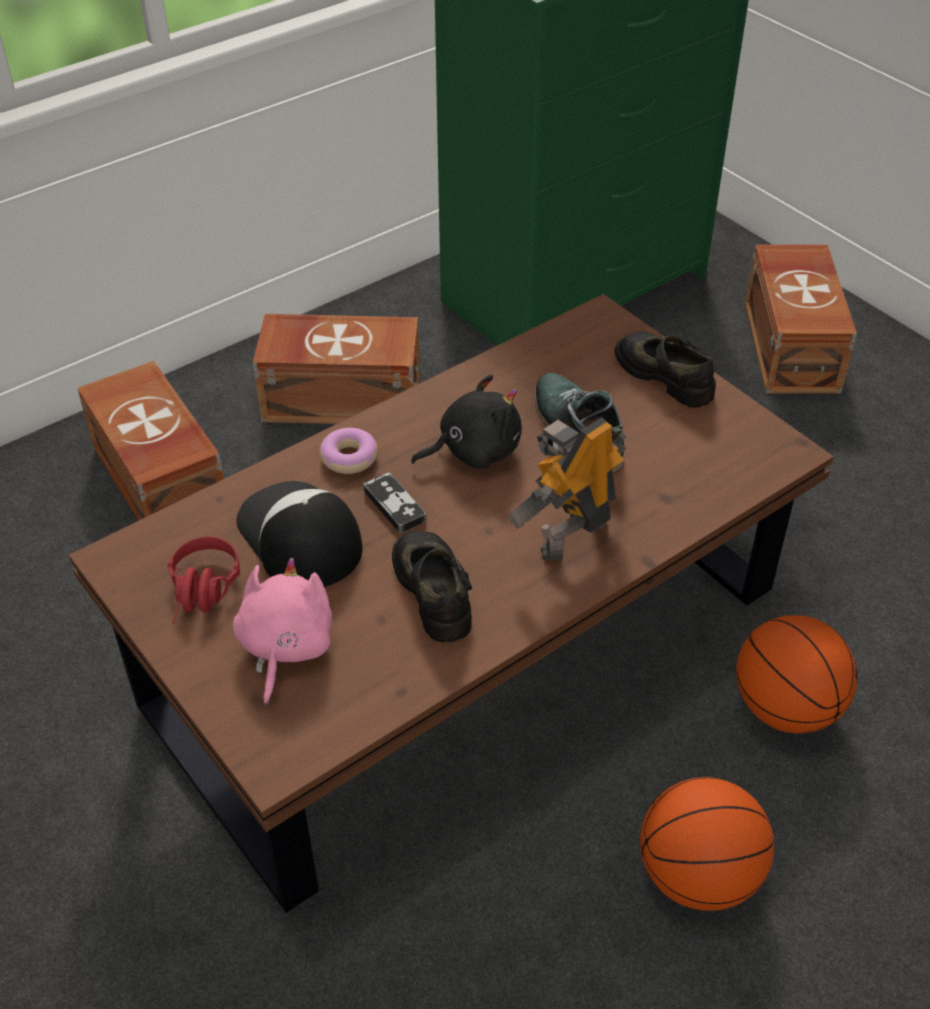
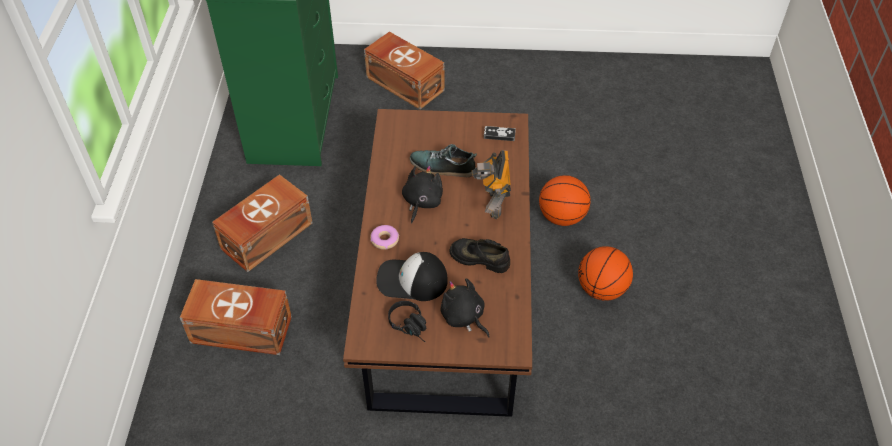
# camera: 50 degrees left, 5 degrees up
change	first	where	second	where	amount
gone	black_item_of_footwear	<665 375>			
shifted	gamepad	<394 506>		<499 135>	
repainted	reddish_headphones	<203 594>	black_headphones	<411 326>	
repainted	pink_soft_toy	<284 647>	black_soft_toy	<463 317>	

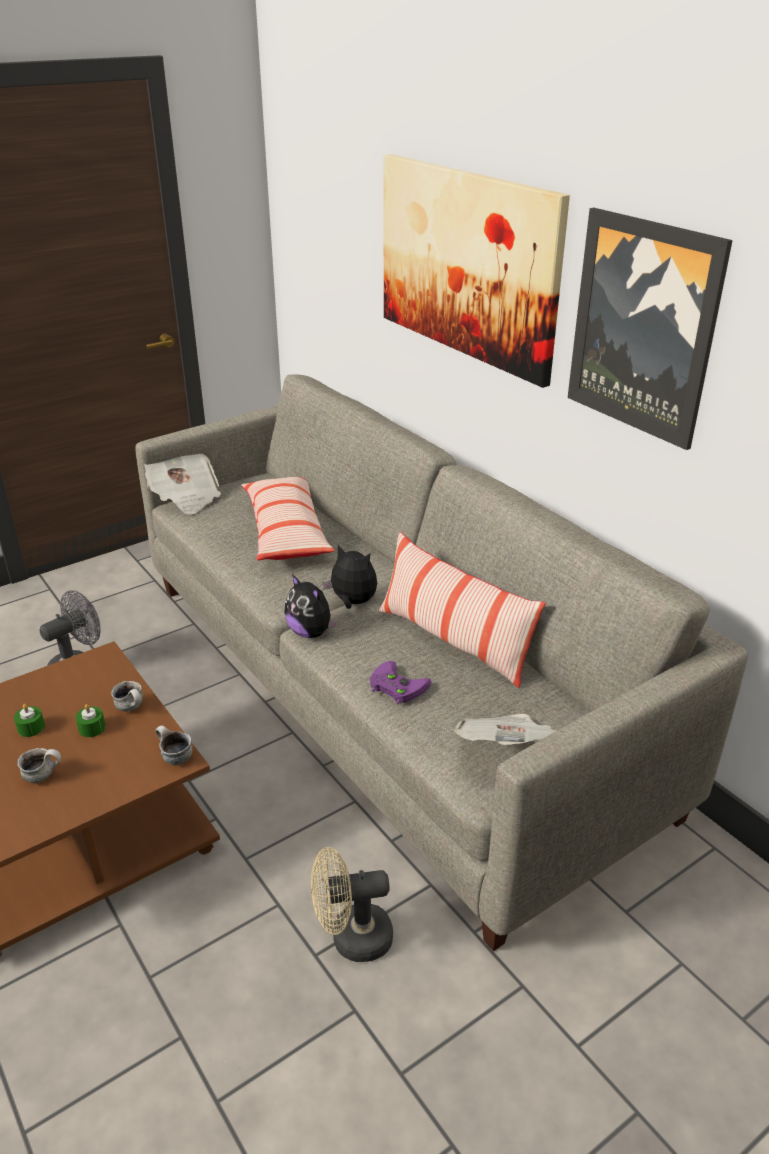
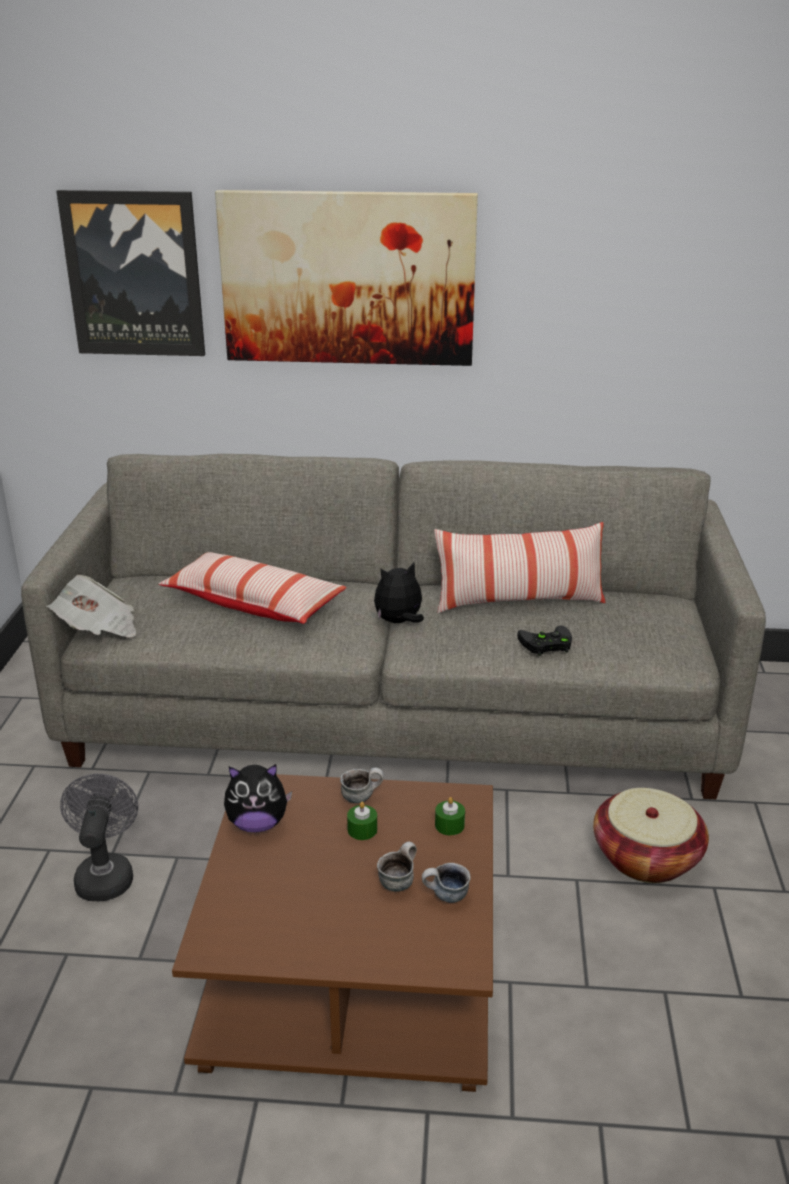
# camera: 50 degrees left, 5 degrees down
change	first	where	second	where	amount
gone	newspaper	<505 750>			
shifted	green_wax_light	<31 727>		<449 825>	
shifted	coffee_mug	<174 757>		<445 897>	
shifted	soft_toy	<311 632>		<257 824>	
shifted	picture	<644 327>		<134 274>	
swapped	sand-coloured_cooling_fan	<351 938>	household_basket	<646 857>	
repainted	purple-coloured_gamepad	<395 686>	black_gamepad	<545 644>	

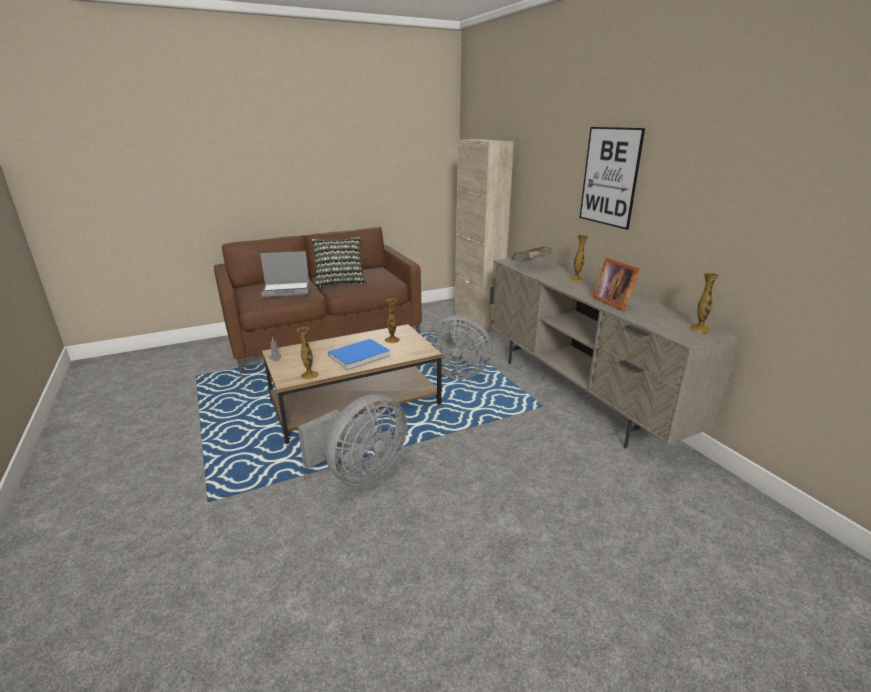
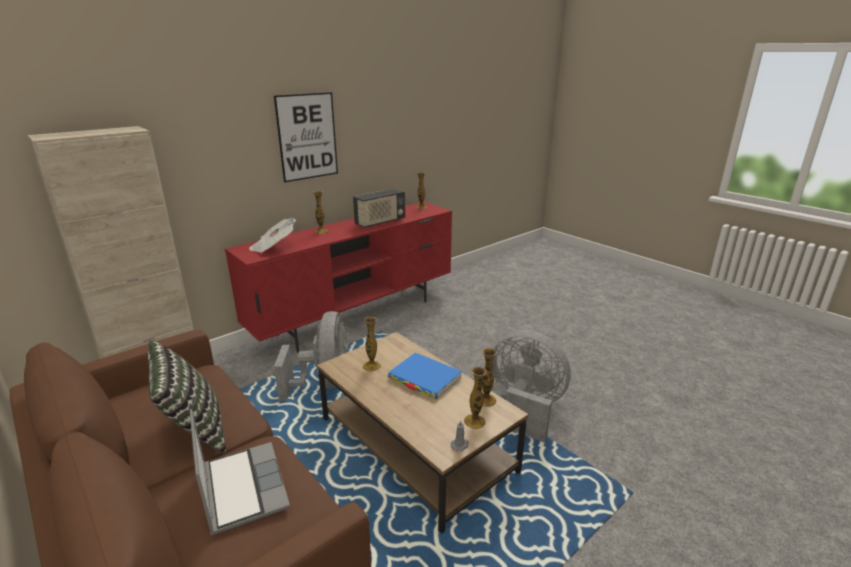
# camera: 105 degrees left, 0 degrees up
change	first	where	second	where	amount
new			decorative_vase	<474 421>	
swapped	standing_frame	<613 302>	radio_receiver	<380 222>	
repainted	sand-coloured_media_console	<578 395>	reddish_media_console	<357 317>	

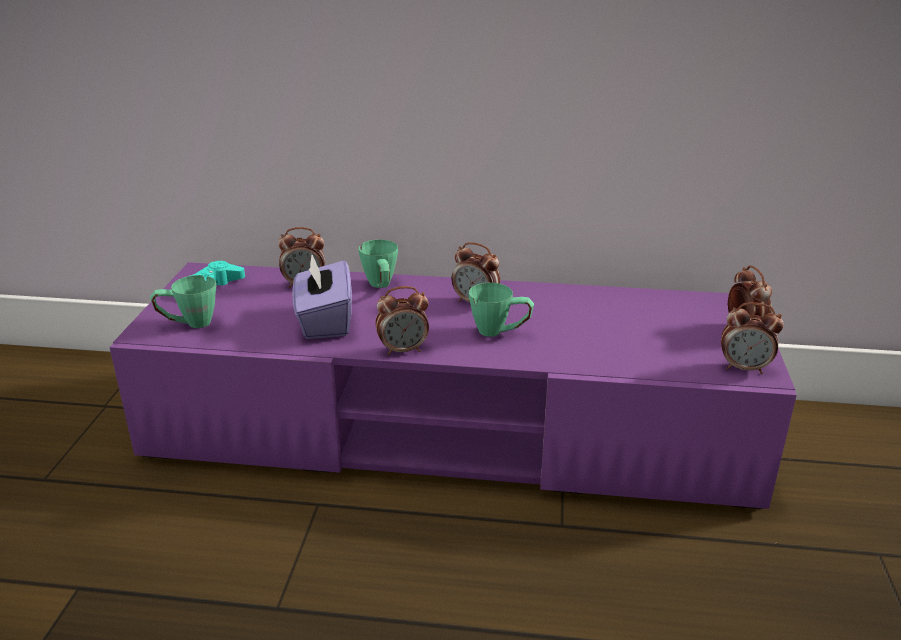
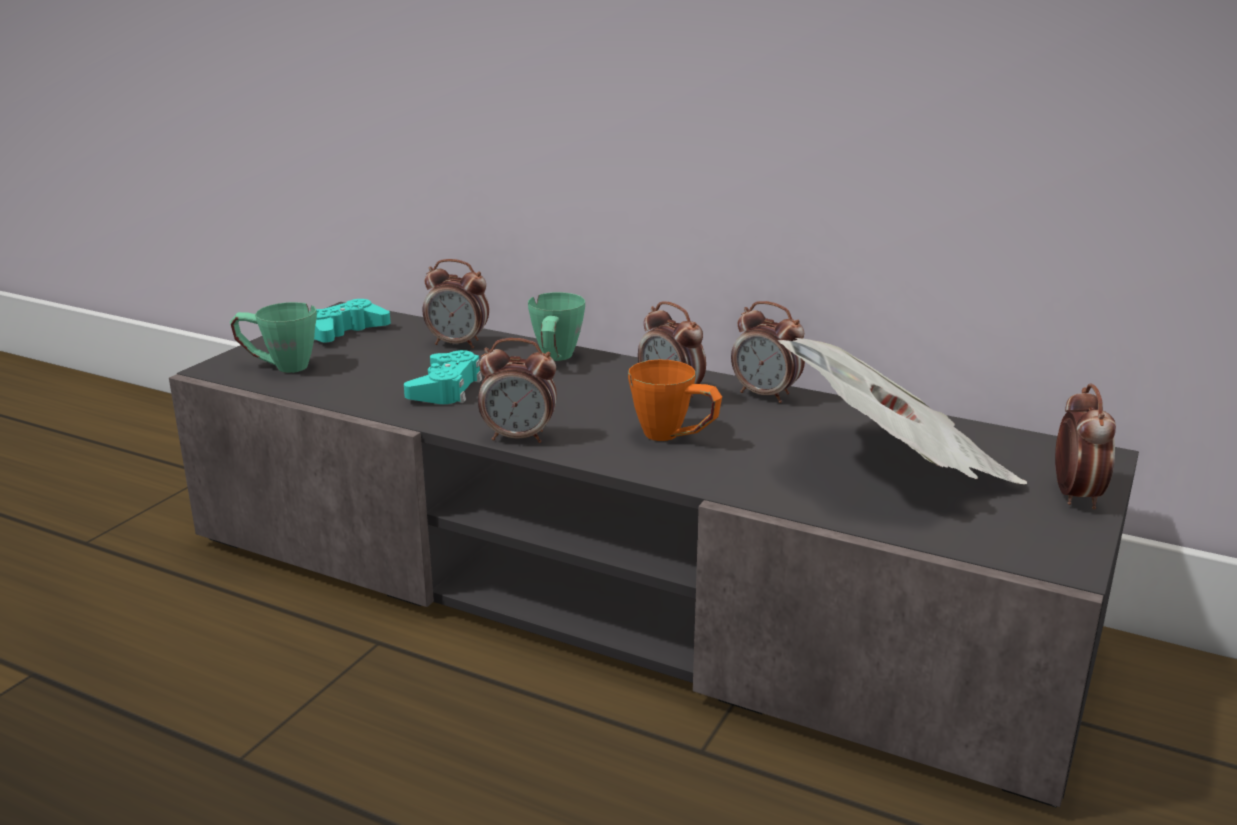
# camera: 20 degrees right, 5 degrees down
change	first	where	second	where	amount
new			newspaper	<897 469>	
shifted	table_clock	<744 368>		<766 395>	
swapped	purple-coloured_tissue_box	<324 321>	blue-green_gamepad	<446 388>	
repainted	purple-coloured_media_console	<450 431>	greyish_media_console	<618 588>	
repainted	green_coffee_mug	<500 332>	orangey_coffee_mug	<675 437>	

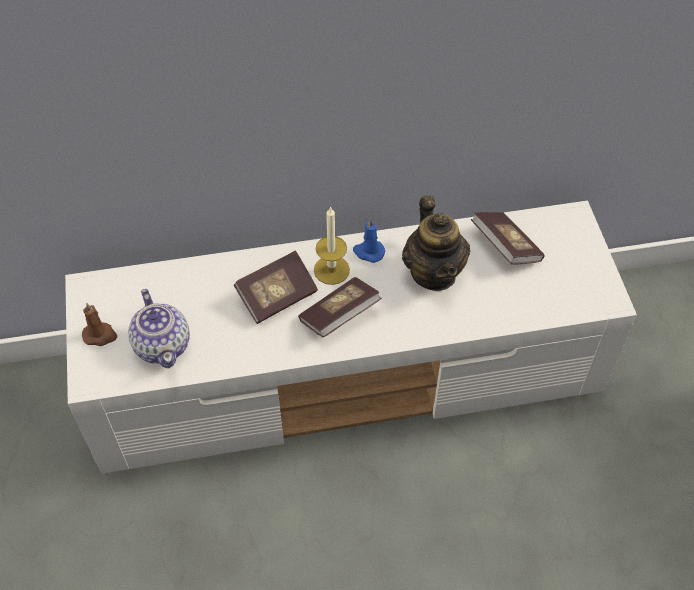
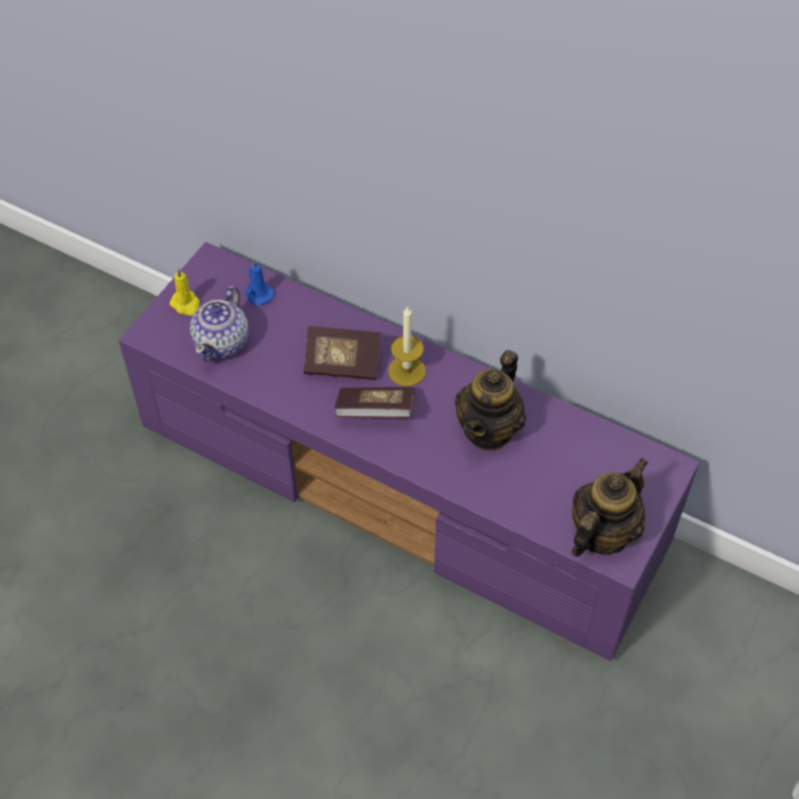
# camera: 40 degrees right, 0 degrees up
change	first	where	second	where	amount
gone	book	<505 247>			
new			teapot	<601 533>	
shifted	blue-coloured_wax_light	<368 252>		<258 293>	
repainted	white_media_console	<349 375>	purple-coloured_media_console	<403 488>	
repainted	brown_wax_light	<100 335>	yellow-coloured_wax_light	<186 304>	

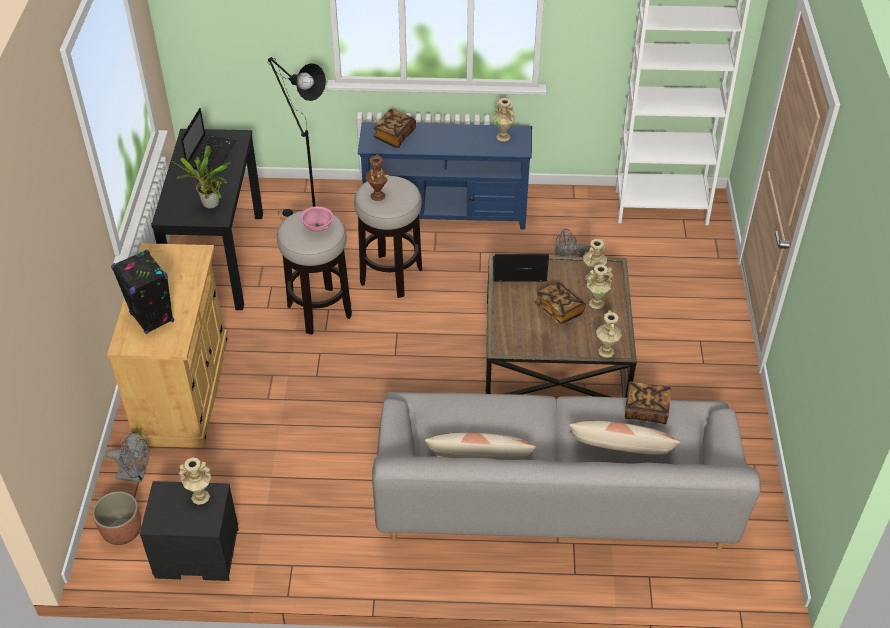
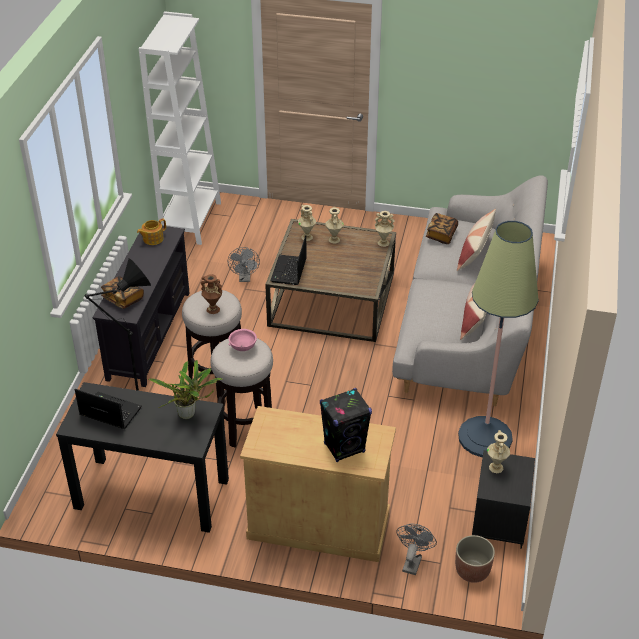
# camera: 80 degrees left, 5 degrees down
change	first	where	second	where	amount
gone	book	<559 310>			
new			standing_lamp	<485 437>	
swapped	sand-coloured_decorative_vase	<503 136>	teapot	<152 239>	
repainted	blue-coloured_media_console	<446 212>	black_media_console	<148 335>	

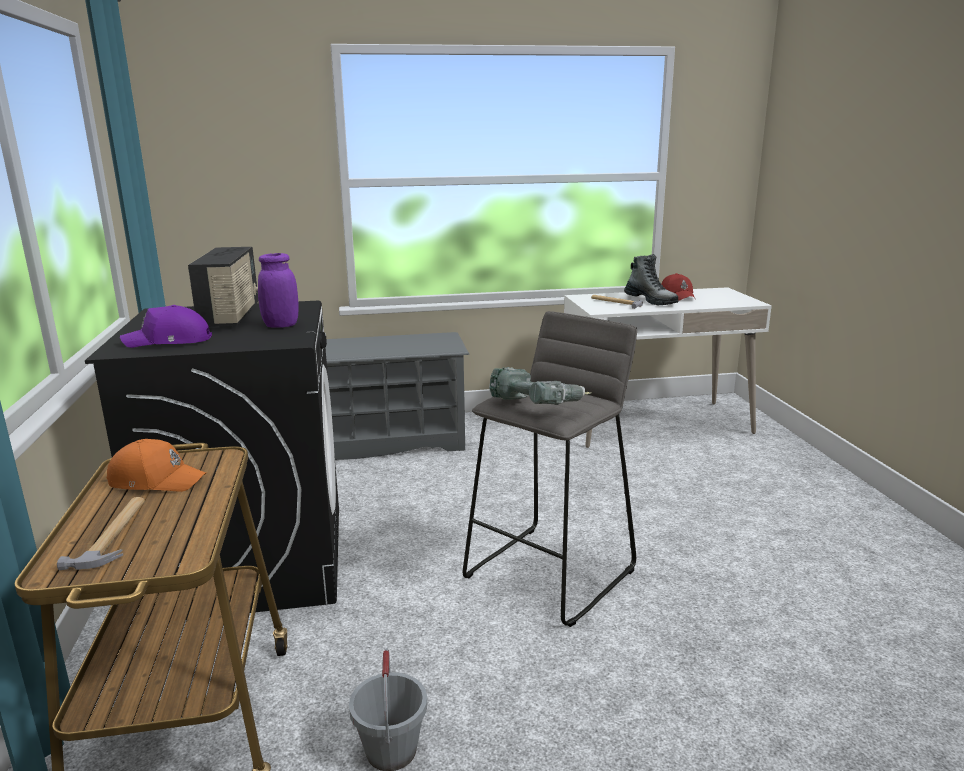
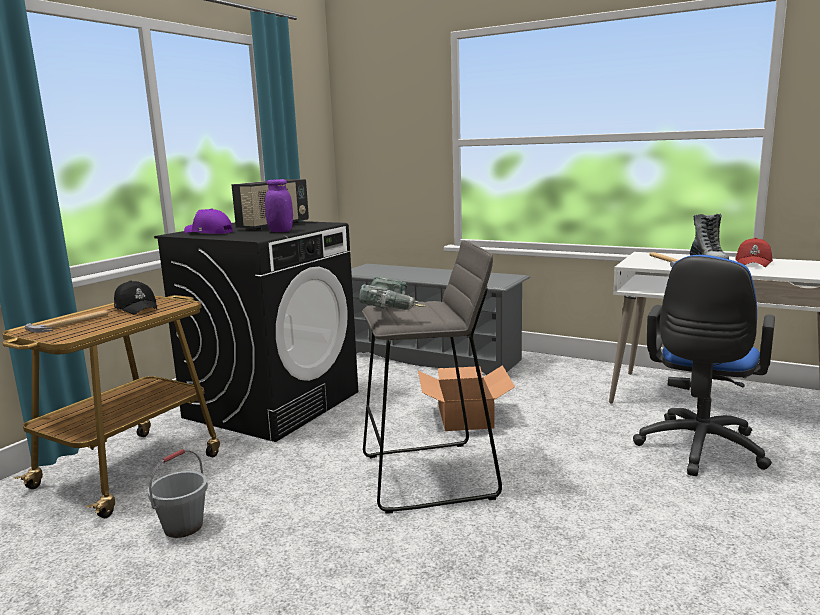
# camera: 40 degrees right, 5 degrees down
change	first	where	second	where	amount
new			cardboard_box	<466 416>	
new			blue-coloured_desk_chair	<699 450>	
repainted	orangey_cap	<157 480>	black_cap	<137 308>	

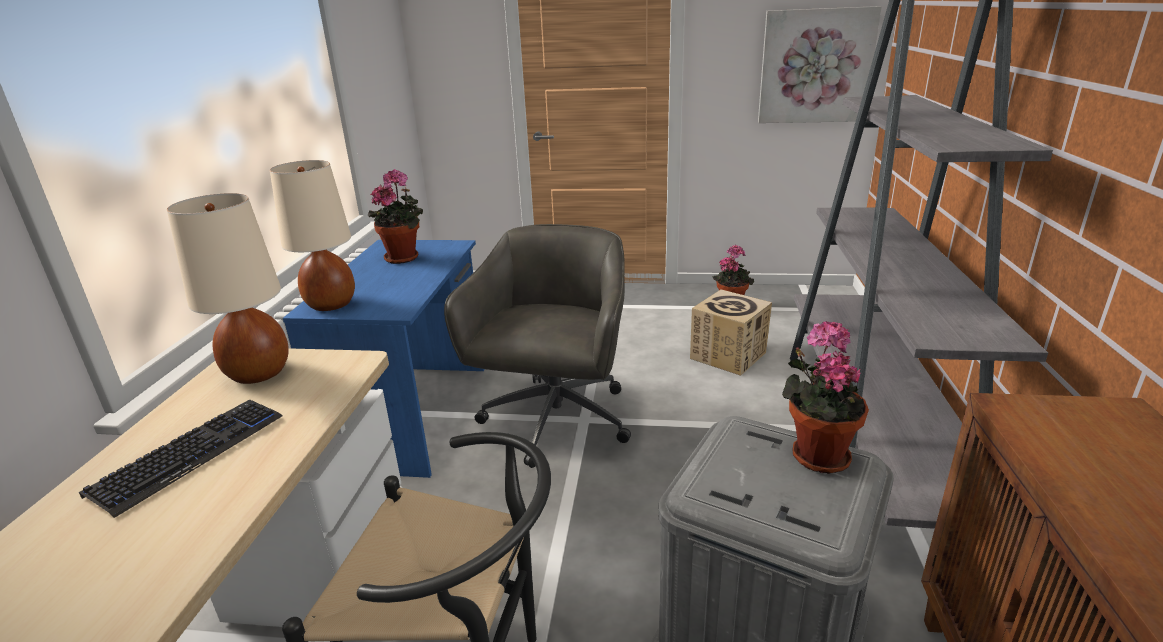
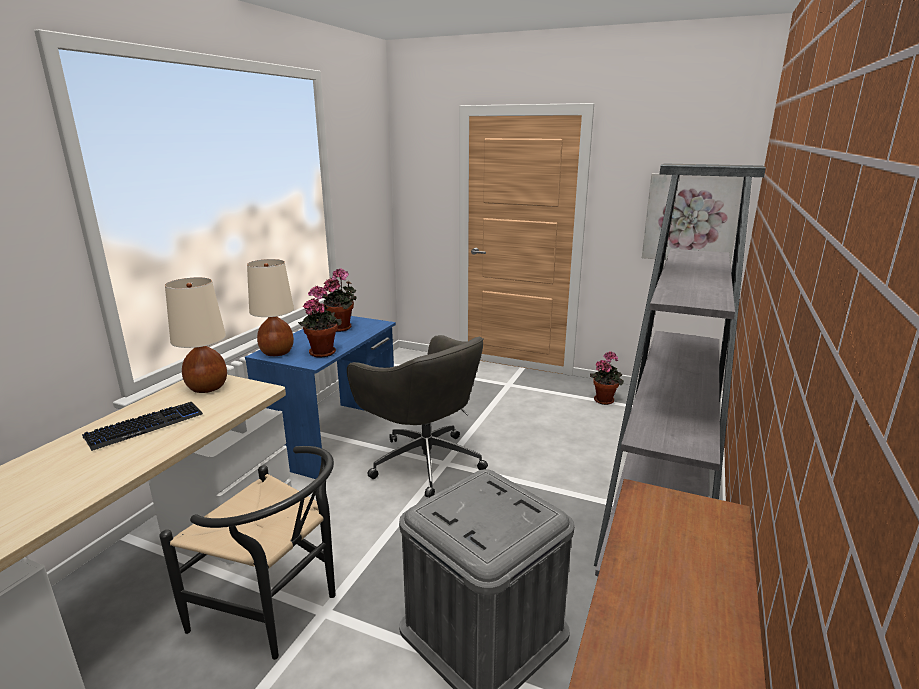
# camera: 15 degrees right, 5 degrees down
change	first	where	second	where	amount
gone	cardboard_box	<728 355>			
shifted	houseplant	<816 454>		<322 352>	
rotated	greyish_desk_chair	<555 422>		<424 461>	105 degrees clockwise

